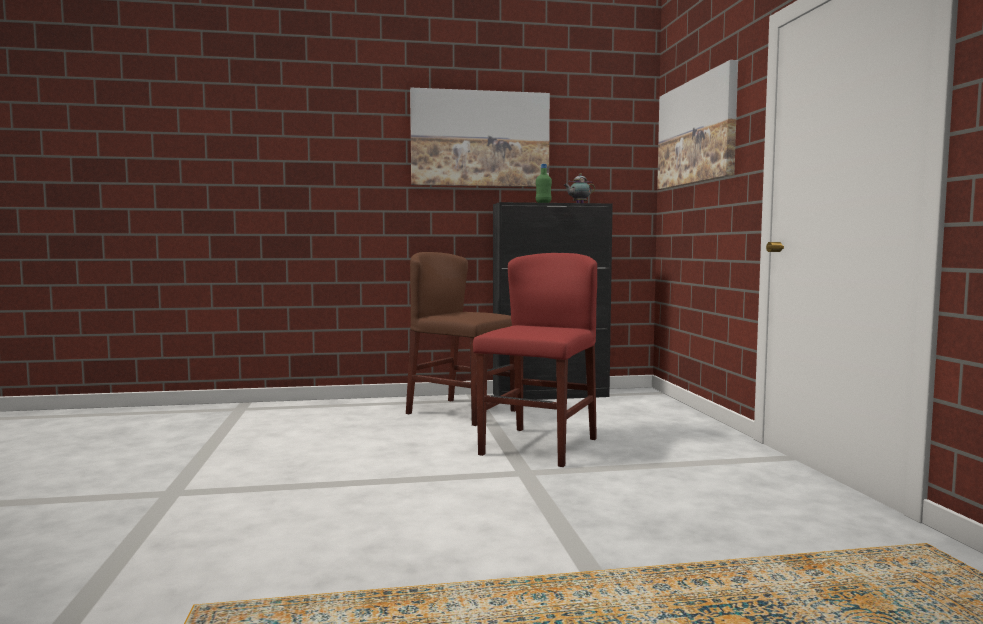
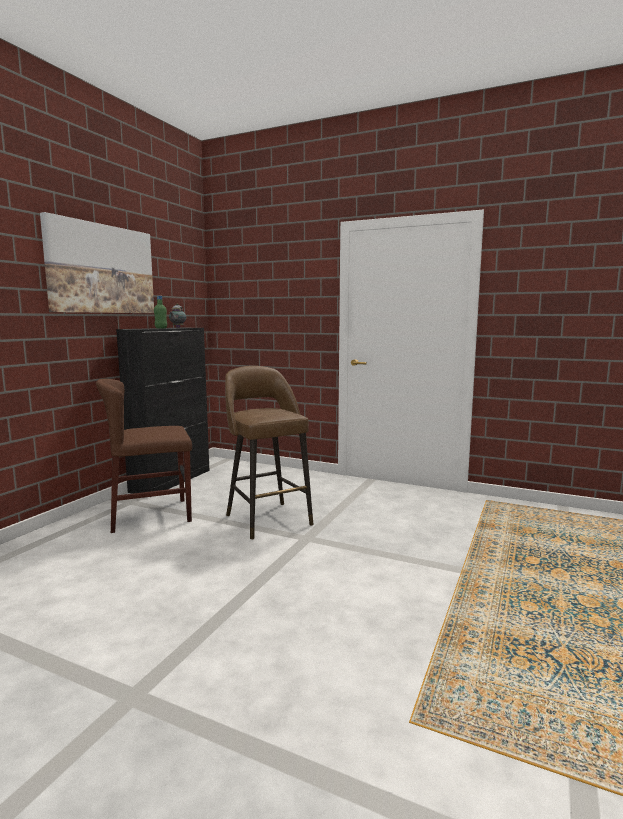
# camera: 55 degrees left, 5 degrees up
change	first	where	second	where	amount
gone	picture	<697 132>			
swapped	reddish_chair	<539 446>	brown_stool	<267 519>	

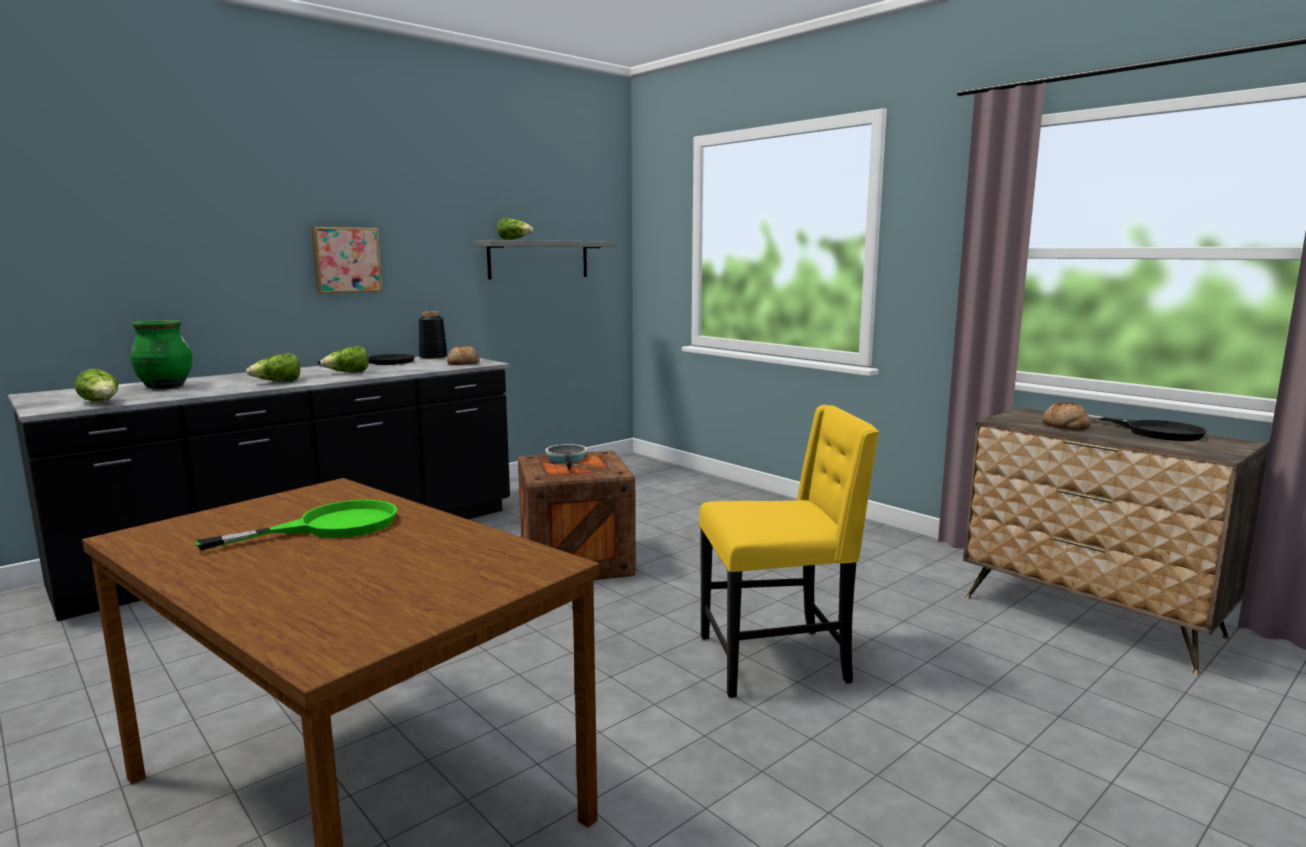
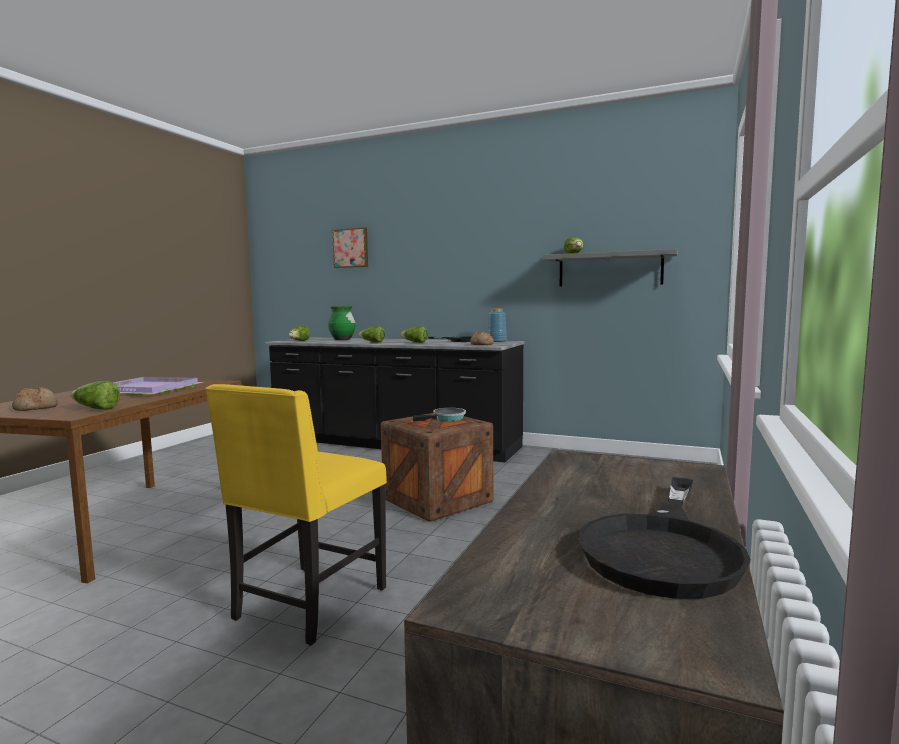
# camera: 65 degrees right, 5 degrees down
change	first	where	second	where	amount
new			lettuce	<96 409>	
shifted	picture	<346 260>		<351 248>	
shifted	bakery_bread	<1065 426>		<36 408>	
swapped	green_pan	<330 527>	purple-coloured_tray	<150 390>	
repainted	black_decorative_vase	<432 357>	blue-coloured_decorative_vase	<496 341>	
rotated	yellow-coloured_chair	<777 660>		<308 604>	60 degrees clockwise

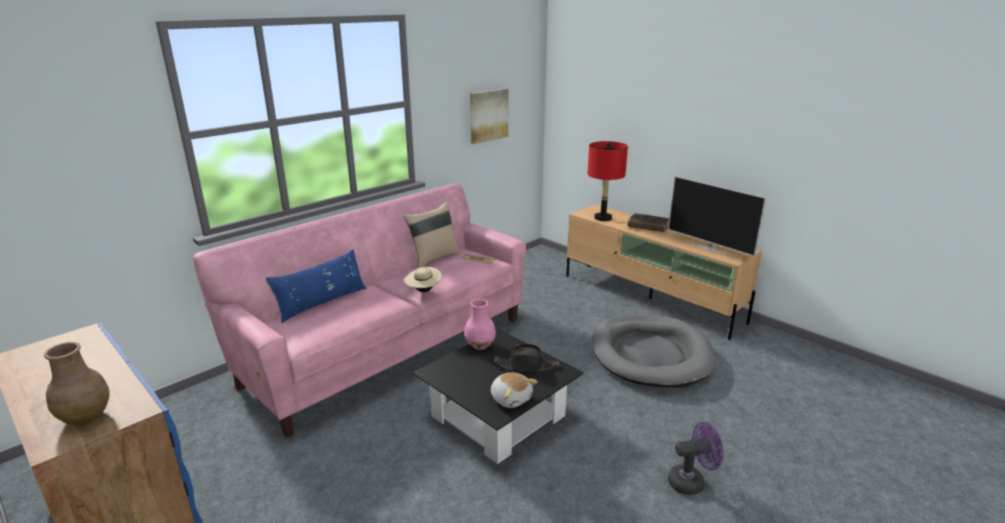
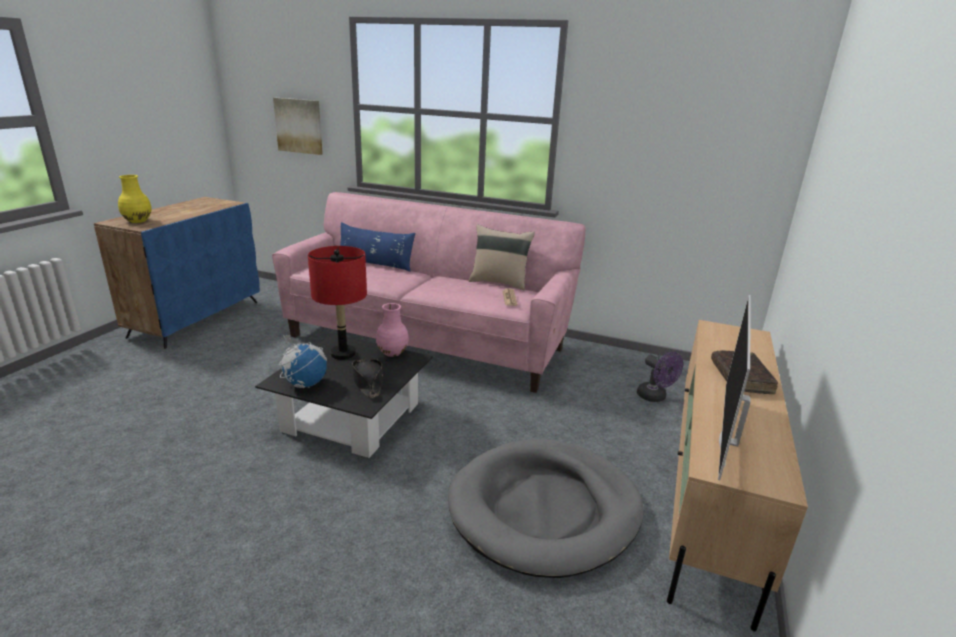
# camera: 65 degrees right, 0 degrees up
change	first	where	second	where	amount
gone	sand-coloured_hat	<423 291>			
shifted	picture	<488 115>		<299 126>	
shifted	reddish_lamp_for_a_table	<603 218>		<342 354>	
shifted	purple-coloured_cooling_fan	<691 481>		<655 397>	
swapped	soft_toy	<511 398>	globe	<305 384>	
repainted	brown_decorative_vase	<86 416>	yellow-coloured_decorative_vase	<138 221>	

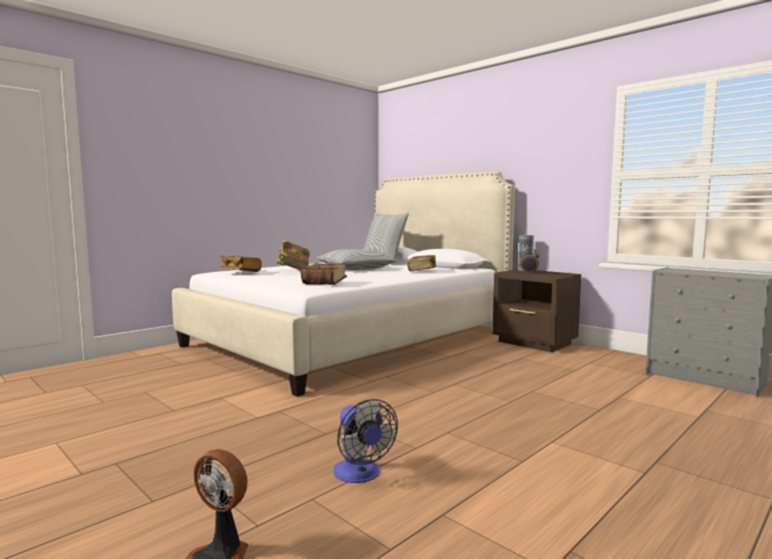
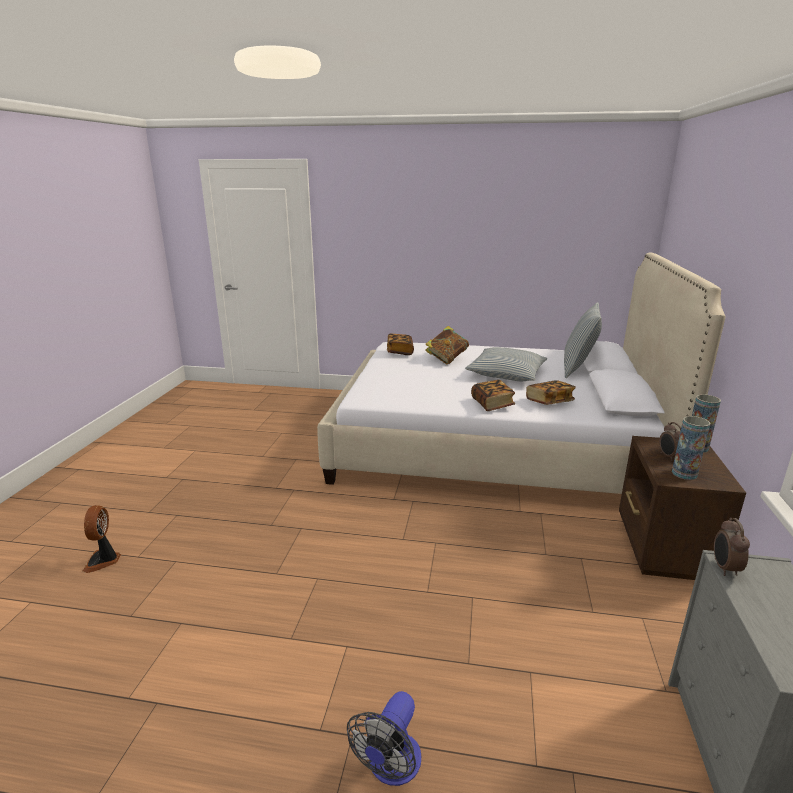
# camera: 55 degrees right, 15 degrees up
change	first	where	second	where	amount
new			decorative_vase	<684 473>	
new			table_clock	<724 568>	
shifted	book	<324 283>		<492 404>	
shifted	cooling_fan	<360 475>		<390 768>	

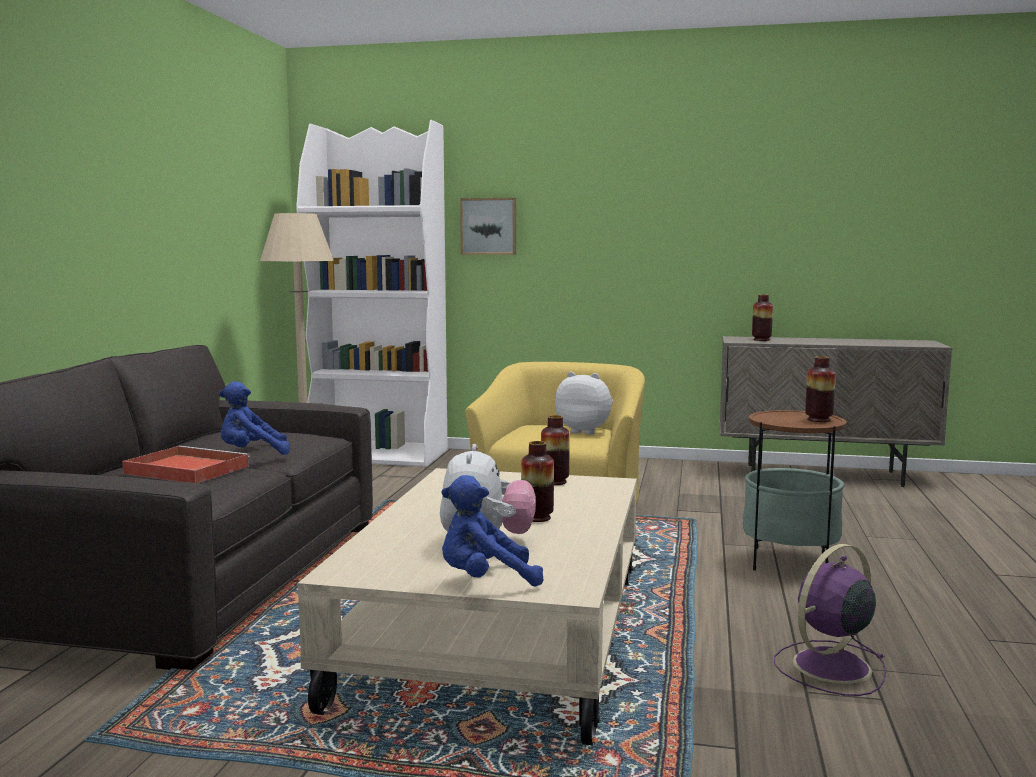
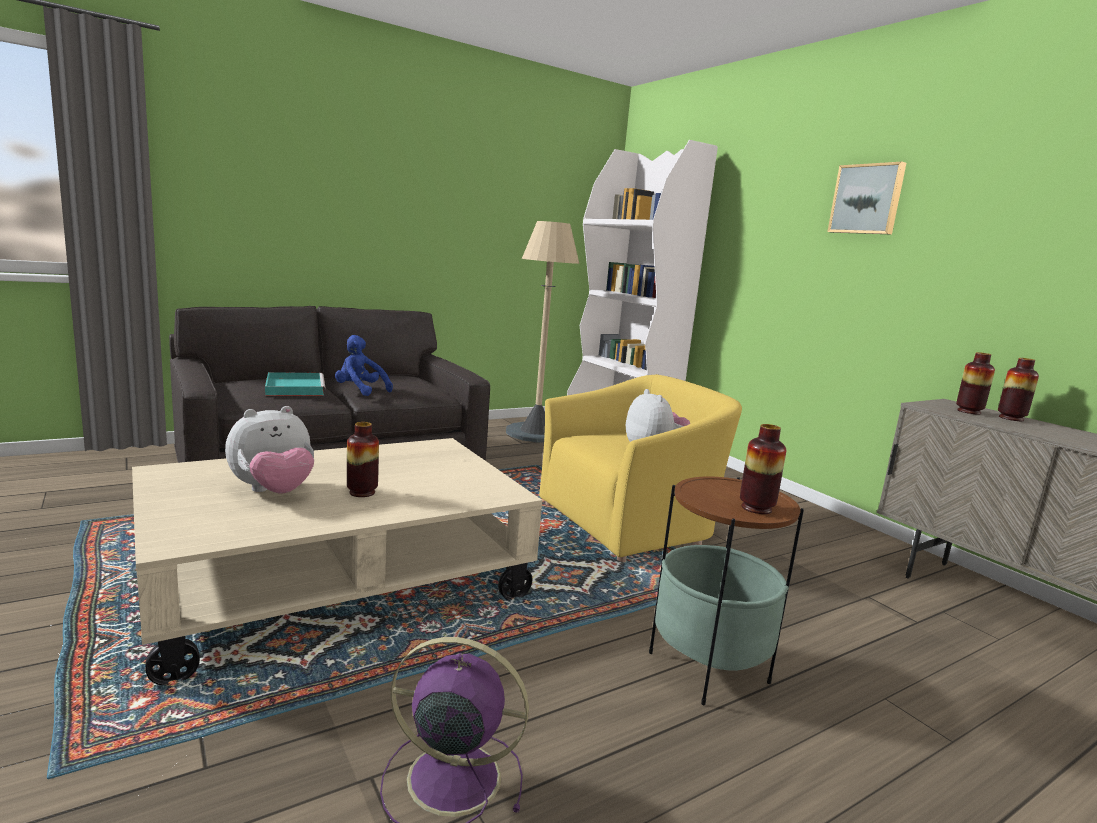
# camera: 45 degrees right, 5 degrees up
change	first	where	second	where	amount
gone	blue-coloured_soft_toy	<485 581>			
shifted	picture	<489 226>		<867 199>	
shifted	decorative_vase	<554 482>		<1011 418>	
repainted	reddish_tray	<185 470>	blue-green_tray	<294 387>	

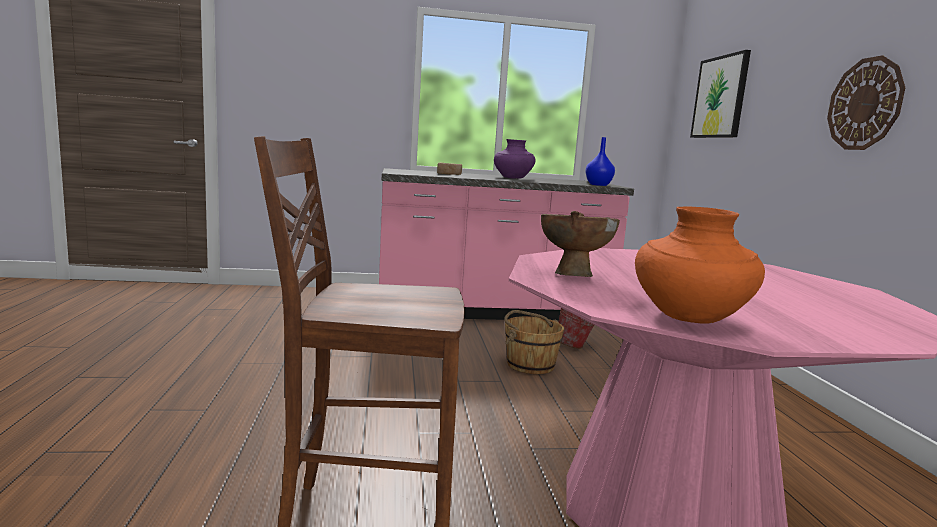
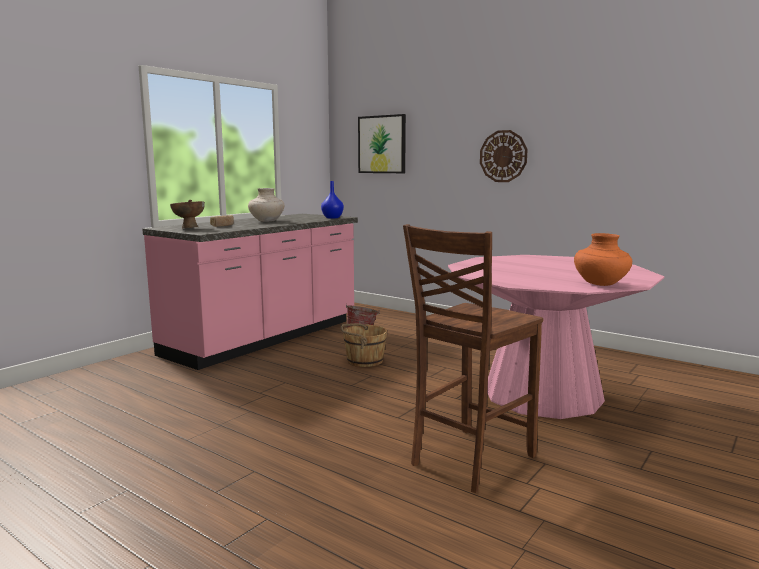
# camera: 45 degrees left, 0 degrees up
change	first	where	second	where	amount
shifted	brown_bowl	<573 274>		<188 228>	
repainted	purple-coloured_decorative_vase	<512 178>	sand-coloured_decorative_vase	<267 221>	

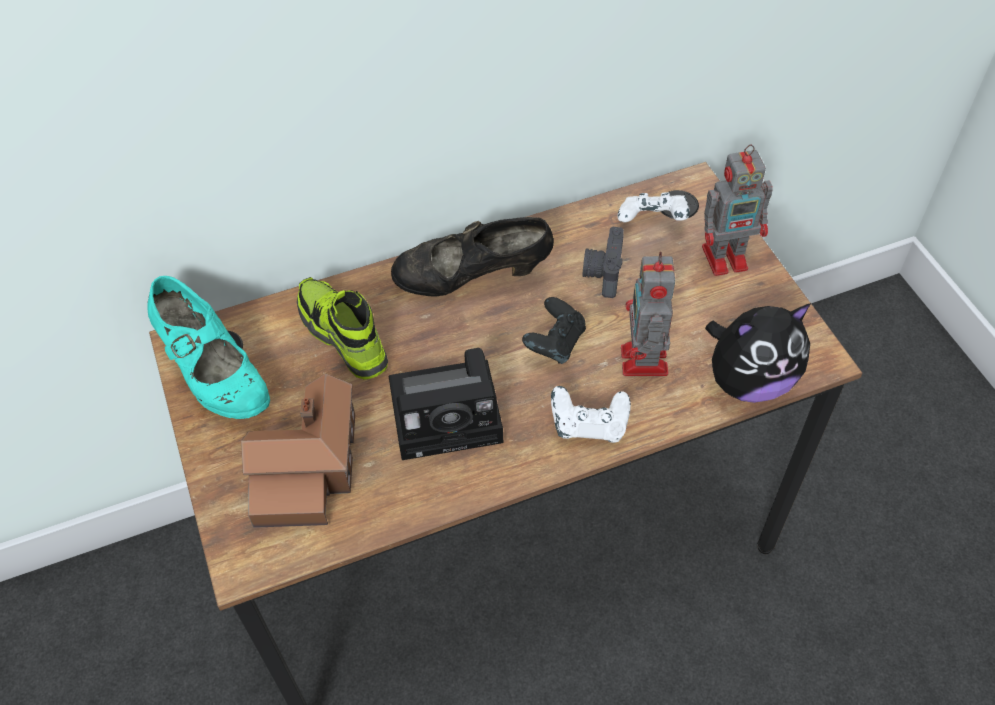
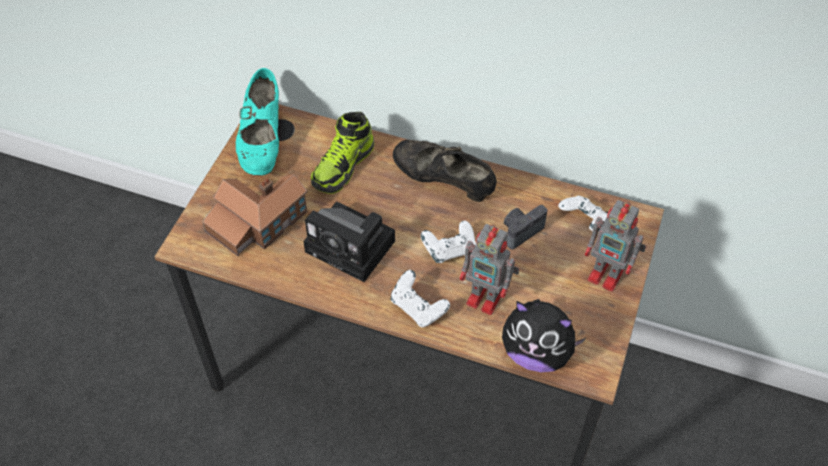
# camera: 40 degrees right, 0 degrees up
change	first	where	second	where	amount
repainted	black_gamepad	<555 343>	white_gamepad	<449 250>	
rotated	item_of_footwear	<343 336>		<343 166>	150 degrees counterclockwise
rotated	model_robot	<644 363>		<487 298>	105 degrees counterclockwise

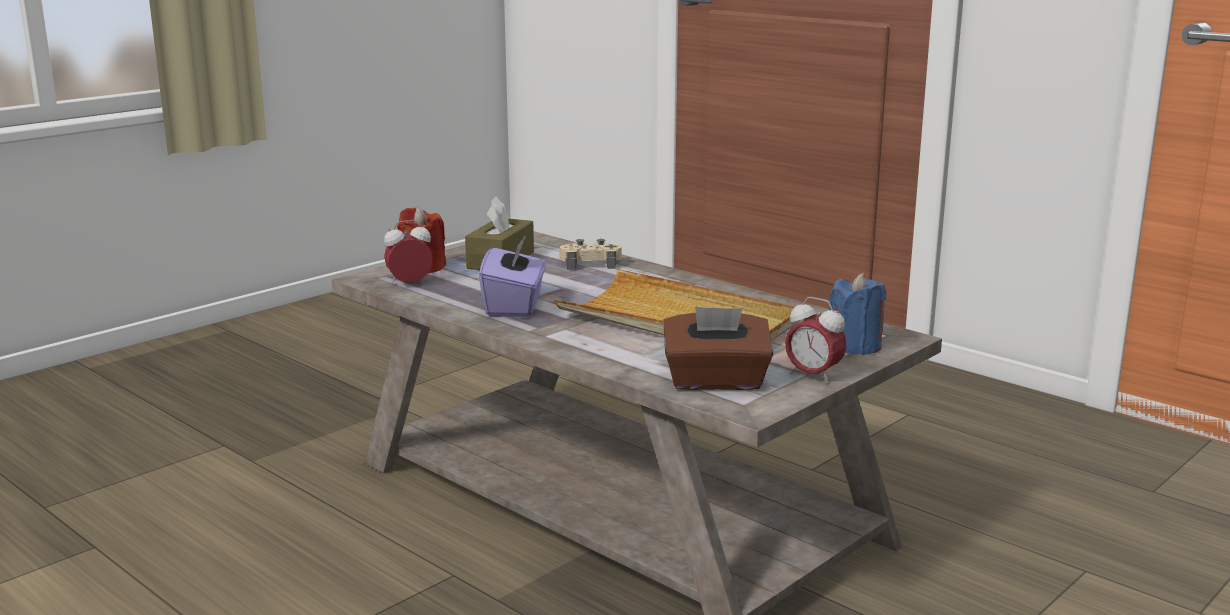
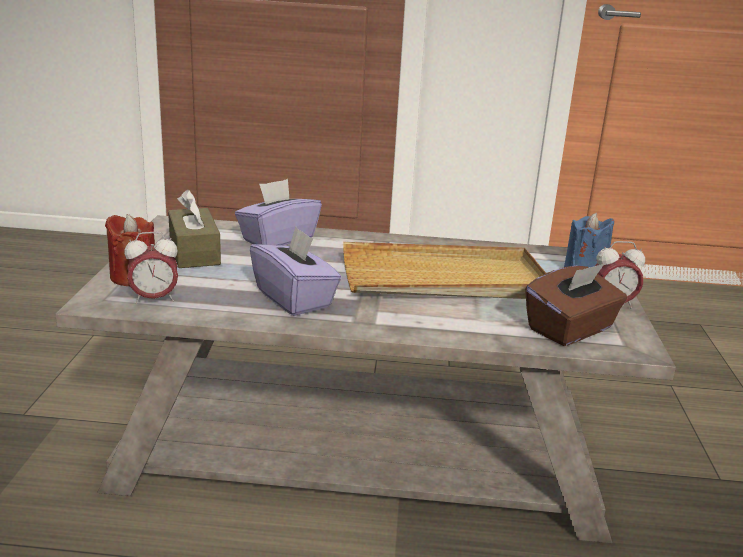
# camera: 40 degrees left, 5 degrees up
change	first	where	second	where	amount
swapped	sand-coloured_gamepad	<590 263>	purple-coloured_tissue_box	<277 239>	
rotated	table_clock	<409 284>		<154 299>	135 degrees counterclockwise

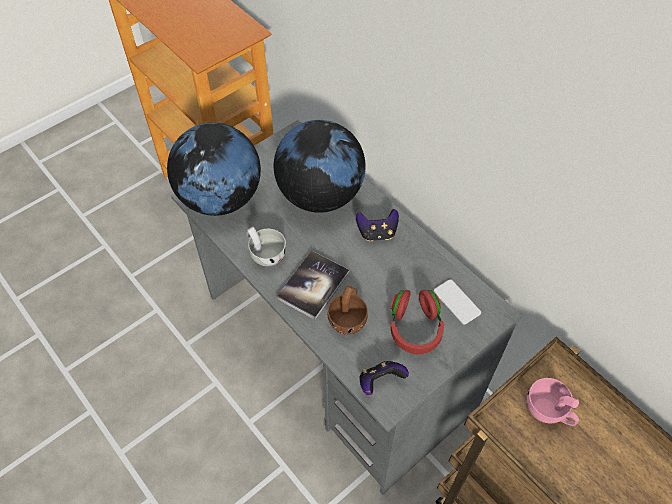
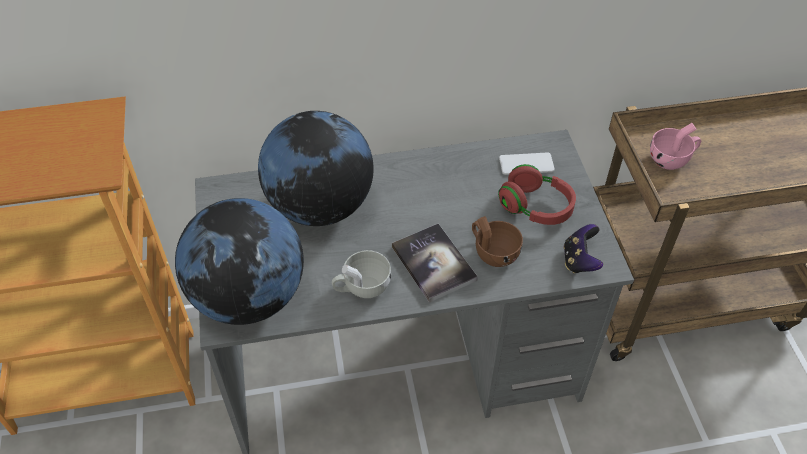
# camera: 60 degrees left, 5 degrees down
change	first	where	second	where	amount
gone	gamepad	<377 233>			

